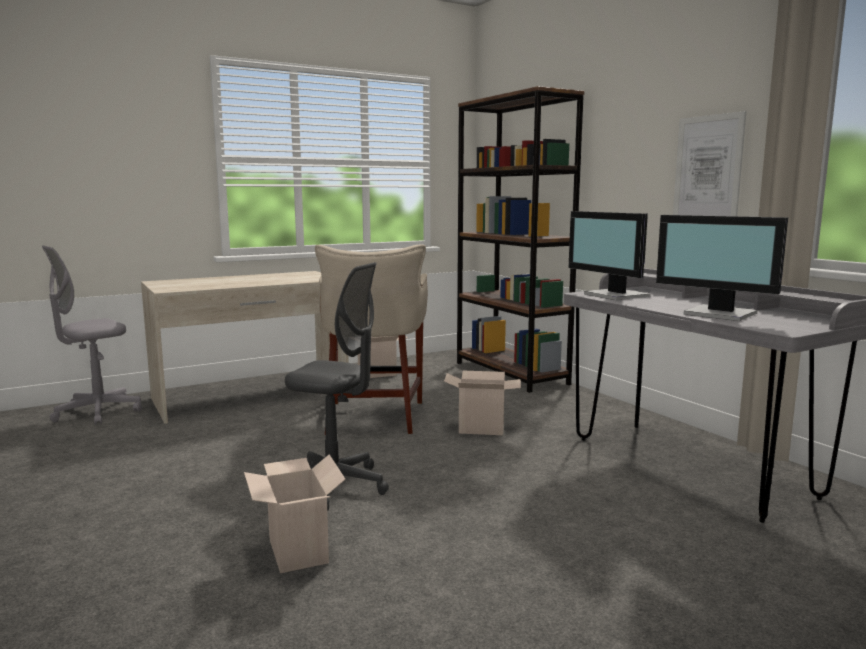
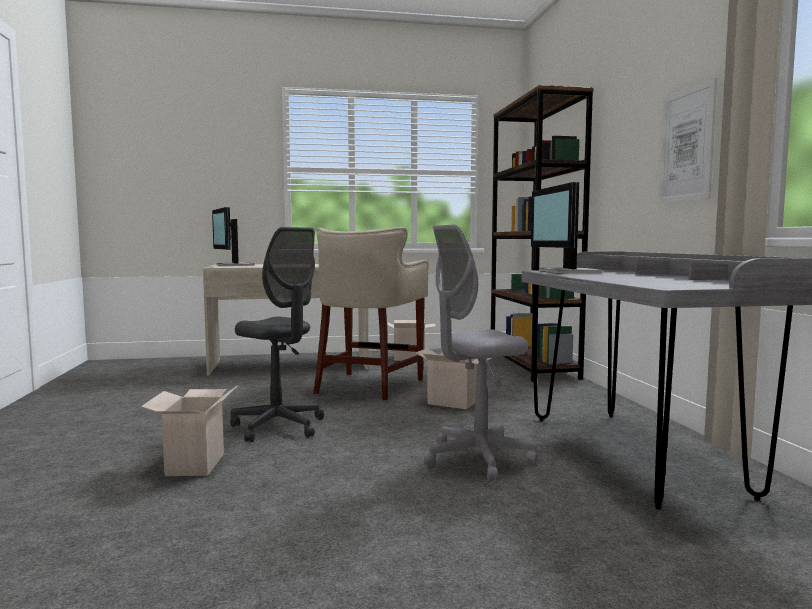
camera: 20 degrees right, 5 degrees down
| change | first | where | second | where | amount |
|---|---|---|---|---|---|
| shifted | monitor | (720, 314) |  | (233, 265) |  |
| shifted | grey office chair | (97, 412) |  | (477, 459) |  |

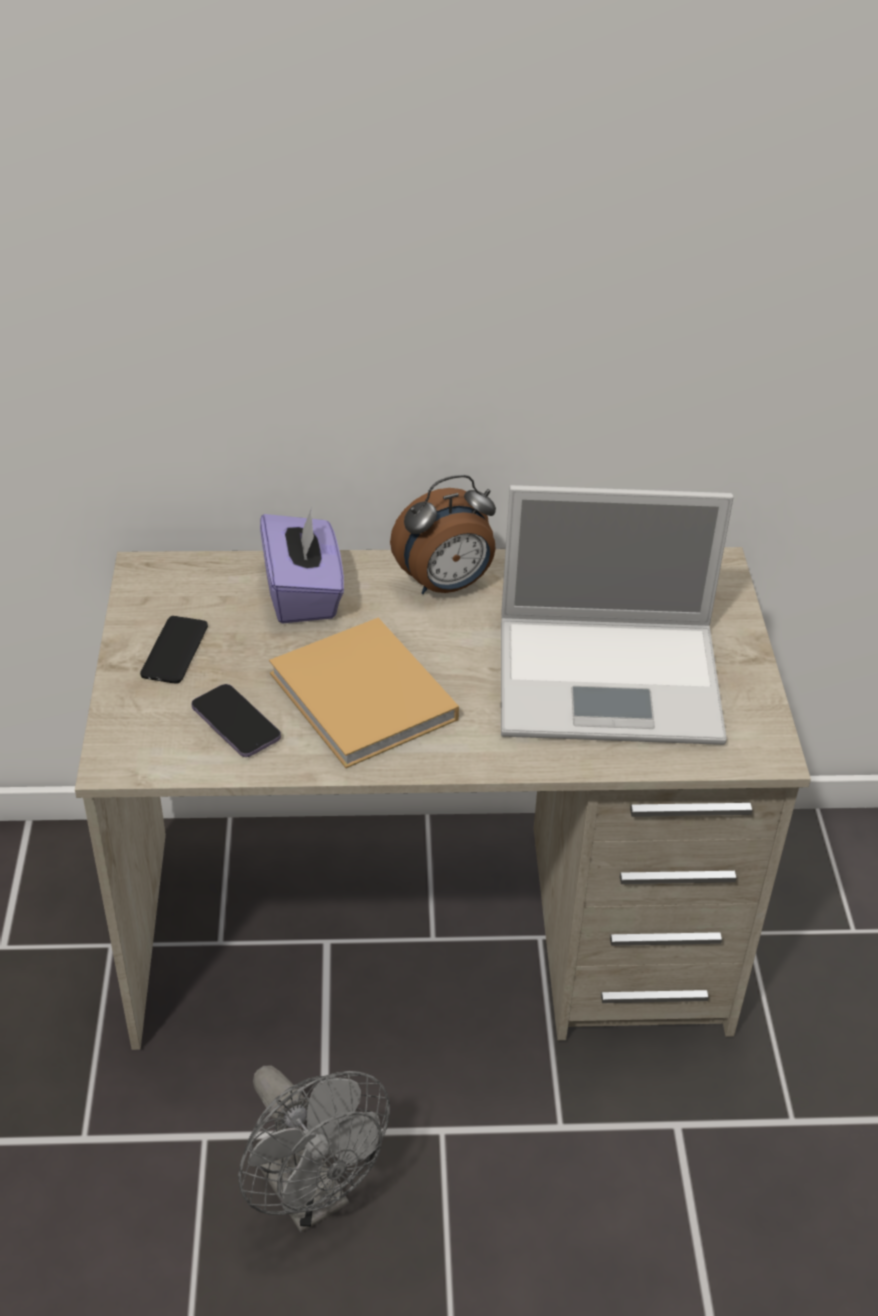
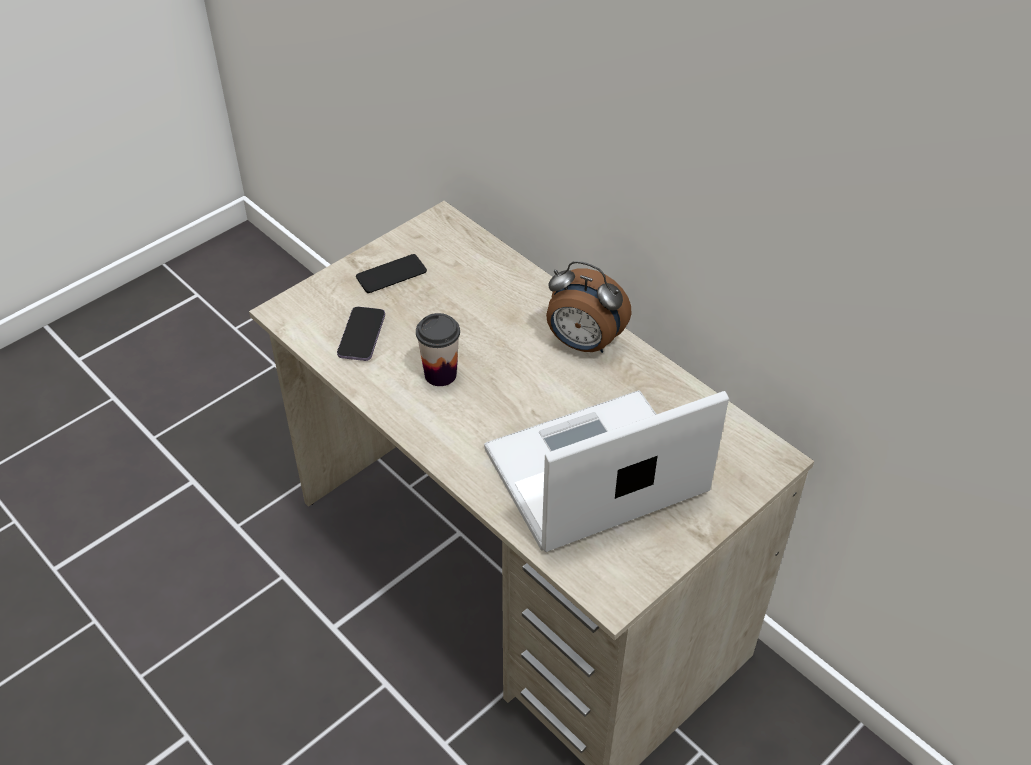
camera: 50 degrees right, 5 degrees up
| change | first | where | second | where | amount |
|---|---|---|---|---|---|
| rotated | notebook computer | (613, 679) |  | (591, 474) | 105 degrees clockwise |
| gone | purple-coloured tissue box | (303, 593) |  |  |  |
| swapped | beige book | (365, 700) | drinking cup | (440, 374) |  |
| gone | grey fan | (311, 1195) |  |  |  |

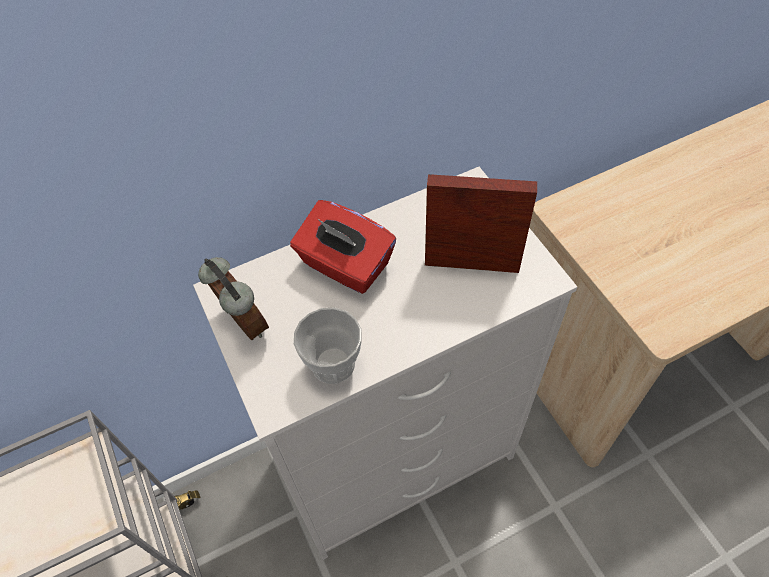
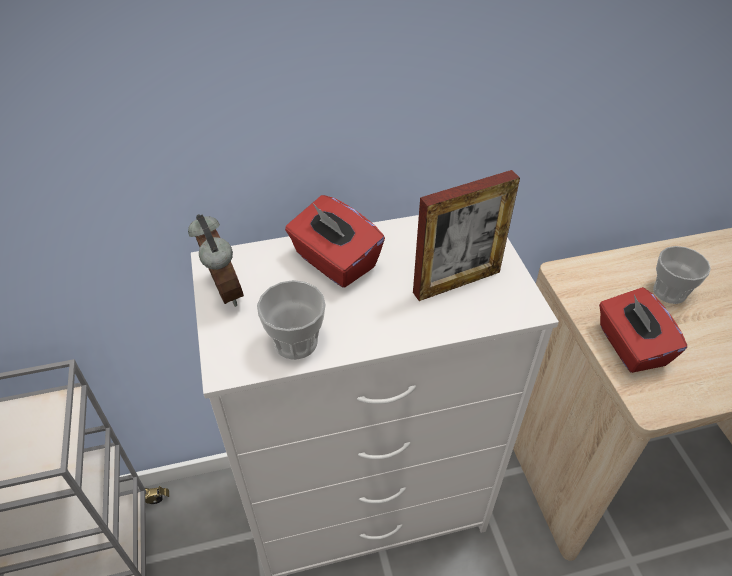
camera: 10 degrees right, 10 degrees down
| change | first | where | second | where | amount |
|---|---|---|---|---|---|
| rotated | picture frame | (471, 264) |  | (456, 282) | 135 degrees clockwise |
| new |  |  | drinking cup | (669, 292) |  |
| new |  |  | red tissue box | (630, 346) |  |

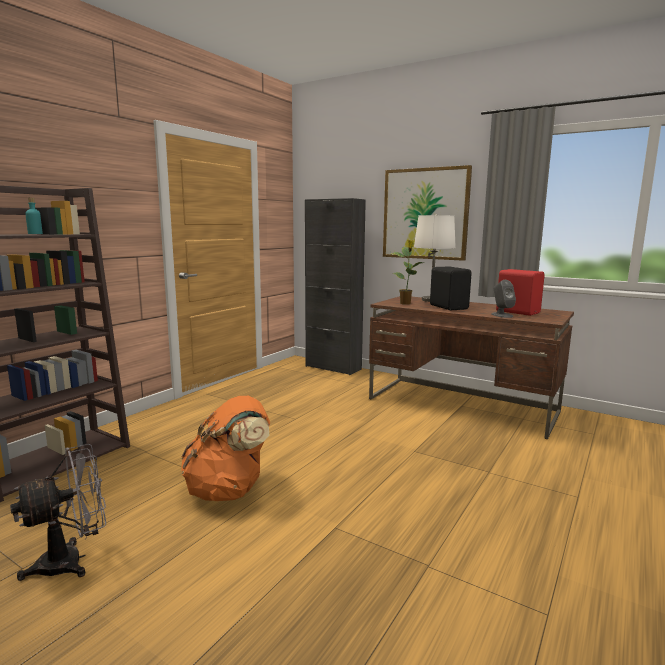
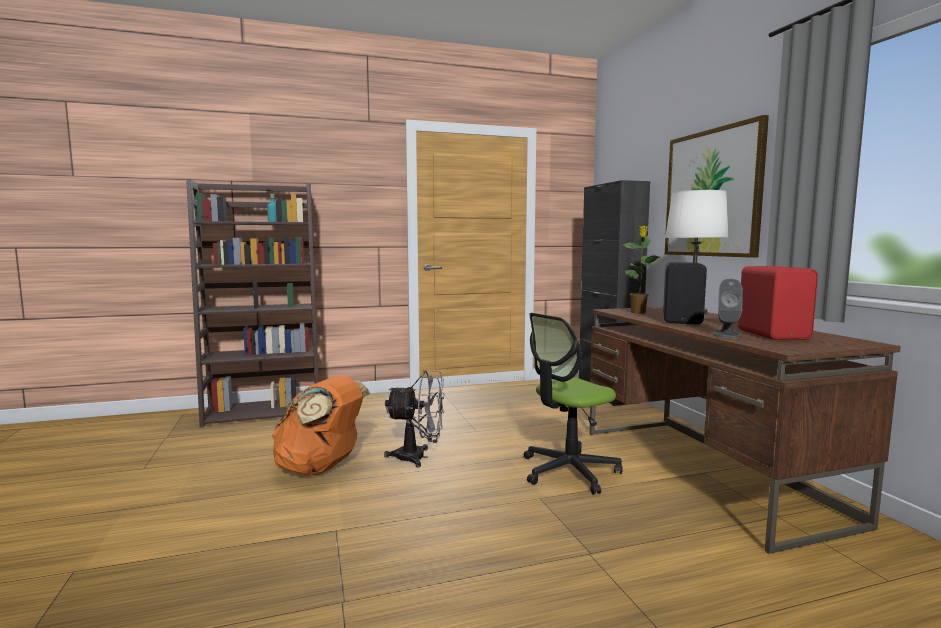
camera: 40 degrees right, 5 degrees down
| change | first | where | second | where | amount |
|---|---|---|---|---|---|
| shifted | grey fan | (72, 560) |  | (418, 457) |  |
| new |  |  | office chair | (569, 471) |  |

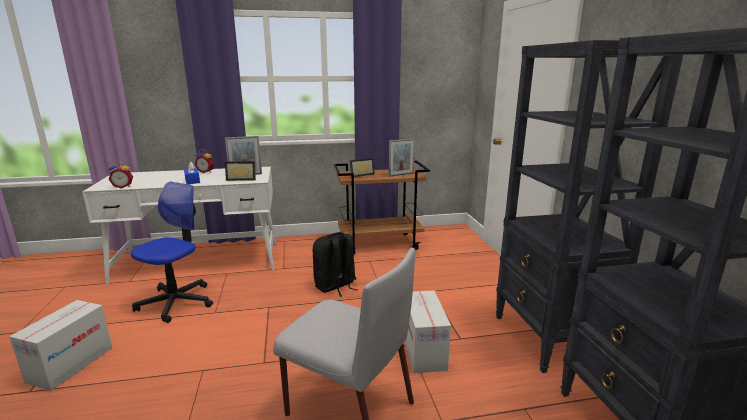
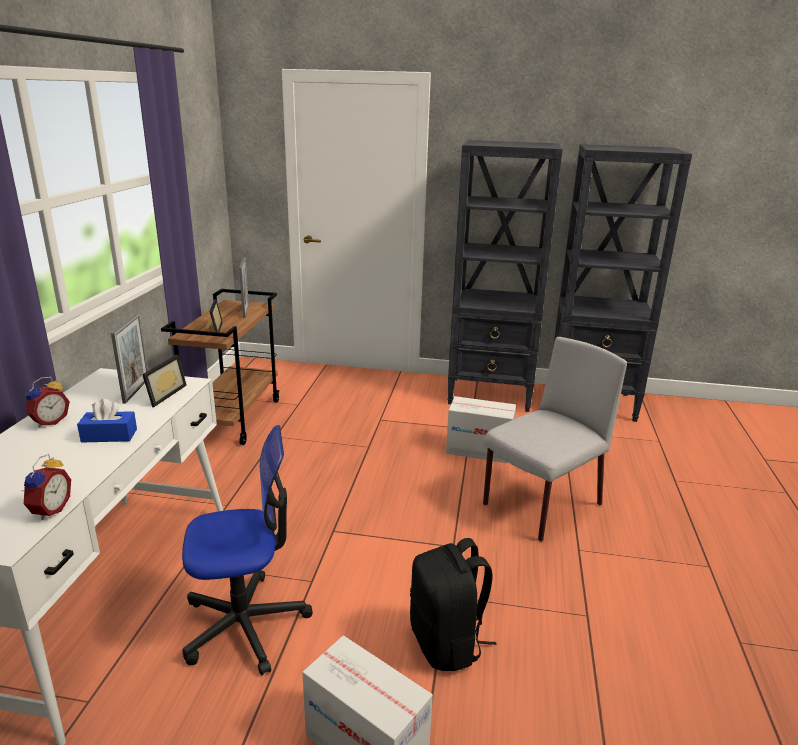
camera: 70 degrees left, 5 degrees up
| change | first | where | second | where | amount |
|---|---|---|---|---|---|
| rotated | office chair | (176, 302) |  | (245, 624) | 120 degrees clockwise |
| shifted | black knapsack | (335, 286) |  | (447, 643) |  |

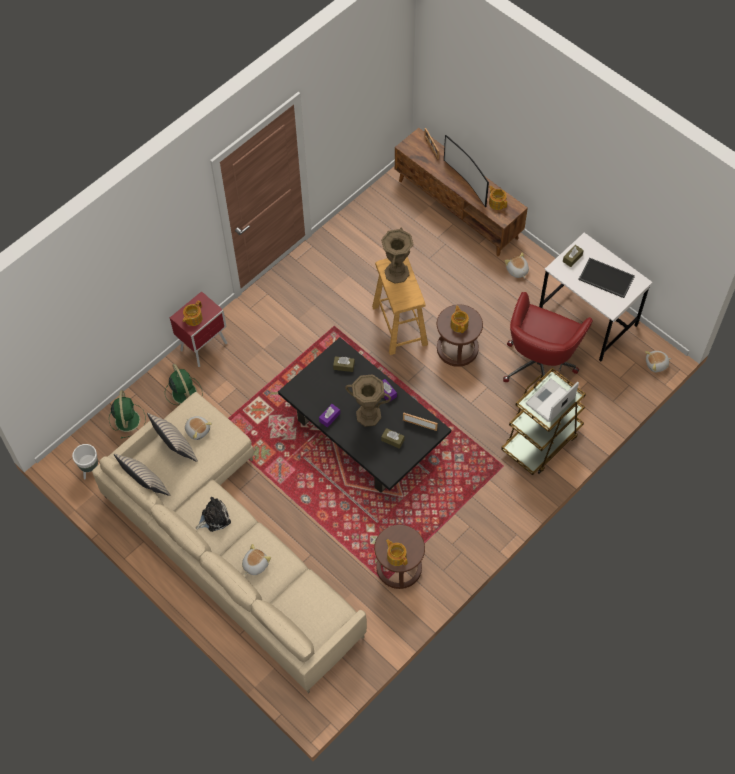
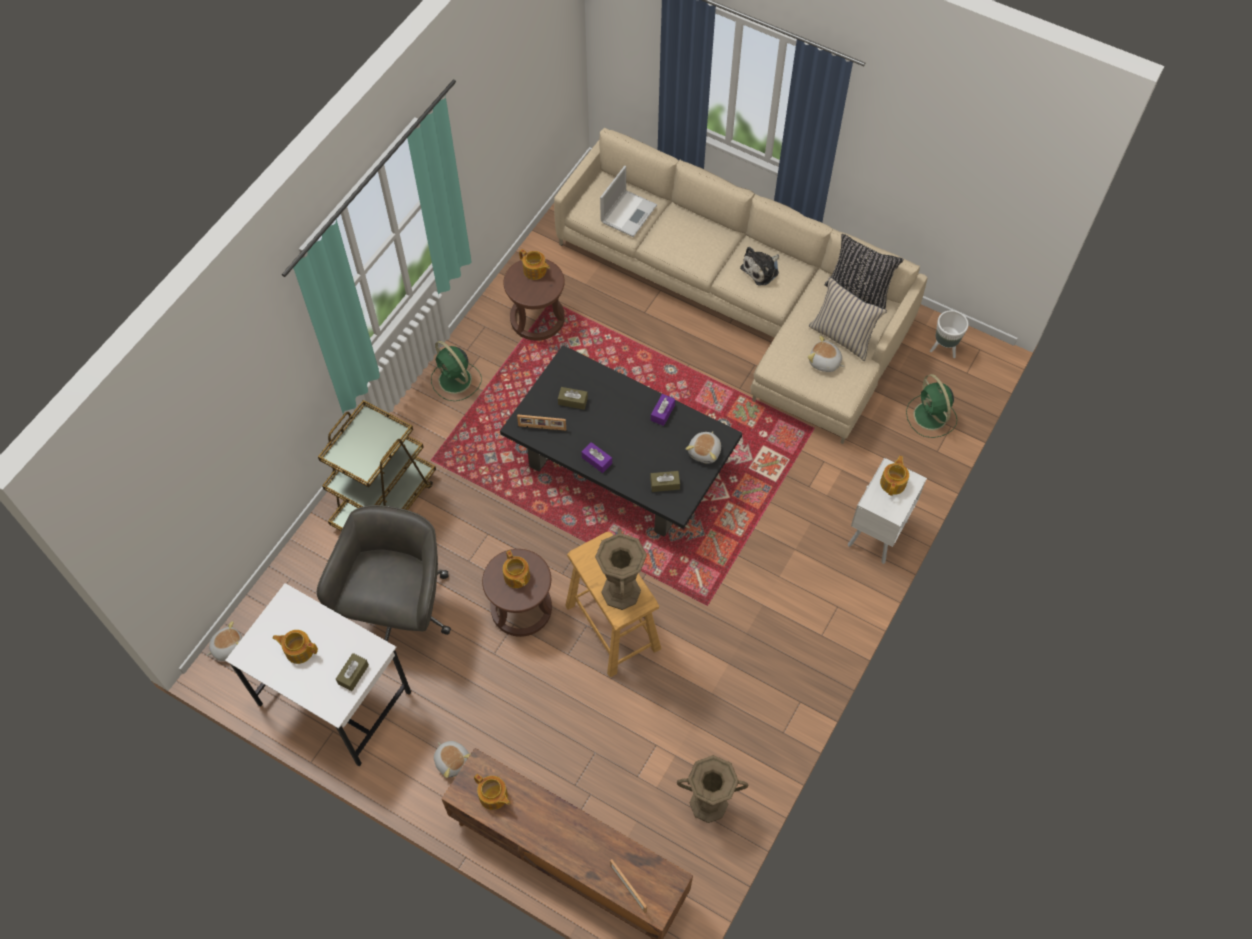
camera: 165 degrees right, 0 degrees up
| change | first | where | second | where | amount |
|---|---|---|---|---|---|
| gone | television | (467, 182) |  |  |  |
| swapped | tray | (605, 278) | tea pot | (298, 650) |  |
| repainted | red bedside table | (205, 347) | white bedside table | (875, 534) |  |
| repainted | red office chair | (539, 364) | grey office chair | (399, 611) |  |
| shifted | green-coloured fan | (183, 392) |  | (456, 381) |  |
| shifted | brownish flower vase | (368, 415) |  | (708, 804) |  |
| shifted | notebook computer | (549, 401) |  | (629, 213) |  |
| repainted | beige throw pillow | (146, 485) | black throw pillow | (858, 291) |  |
| shifted | cuddly toy | (255, 564) |  | (705, 451) |  |

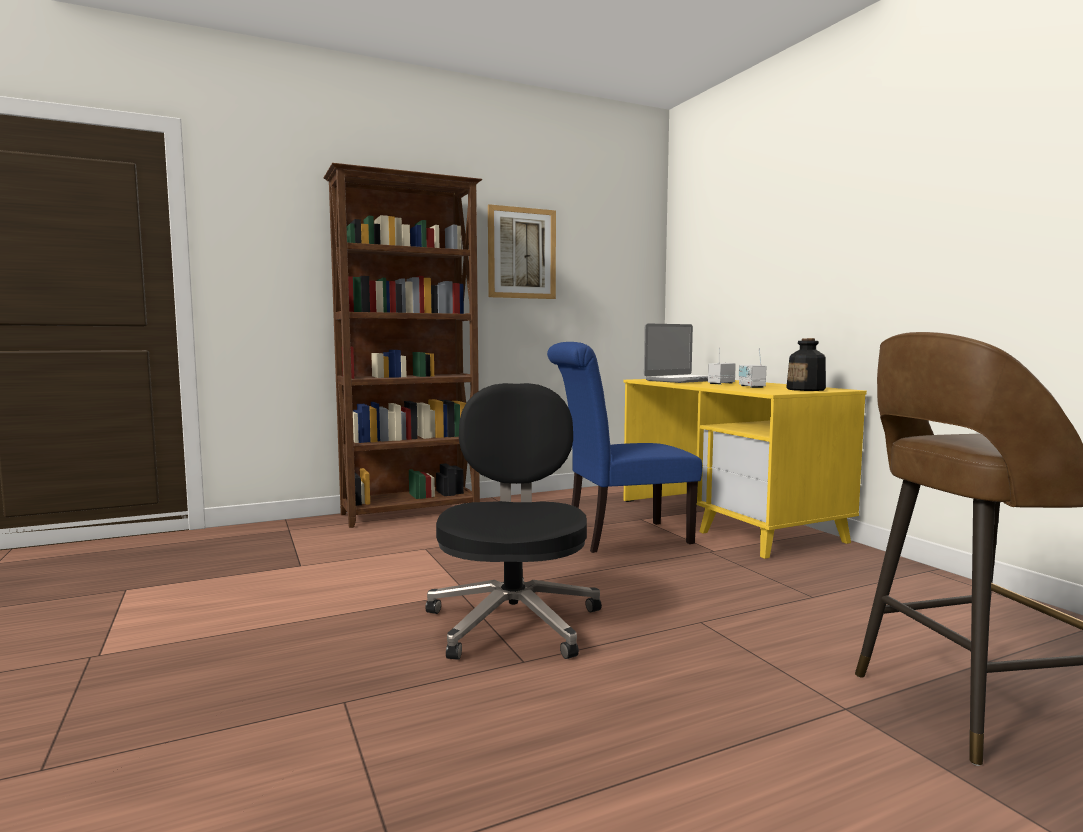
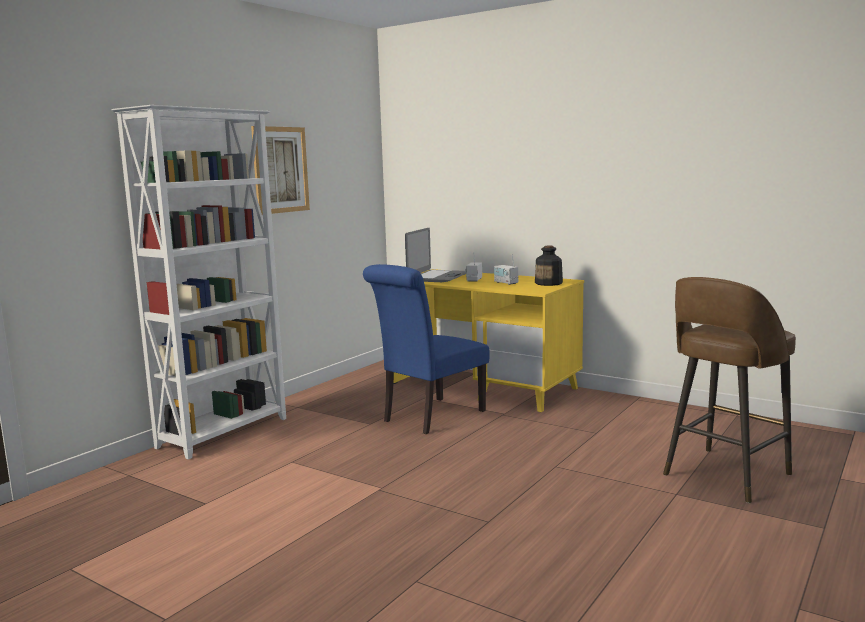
camera: 30 degrees left, 5 degrees up
| change | first | where | second | where | amount |
|---|---|---|---|---|---|
| repainted | brownish shelving unit | (412, 513) | white shelving unit | (225, 433) |  |
| gone | black office chair | (513, 621) |  |  |  |

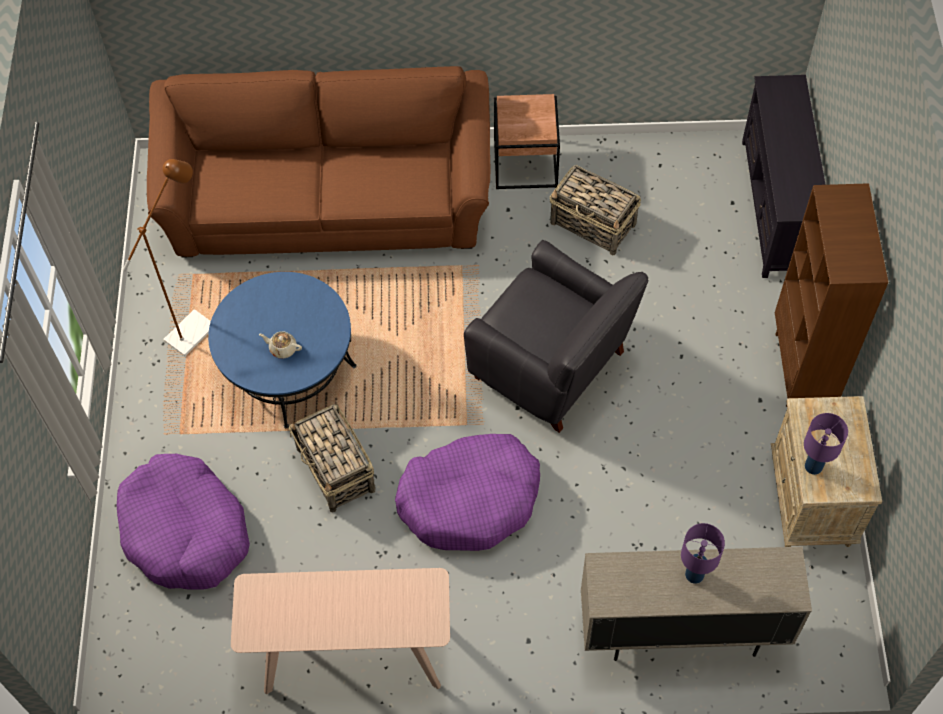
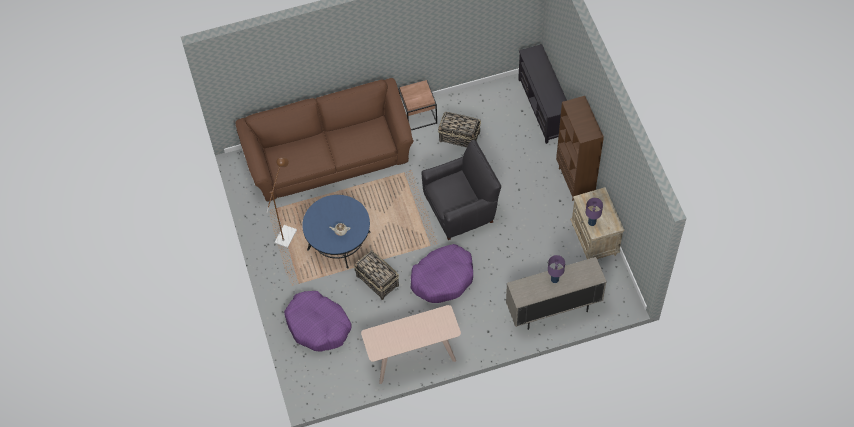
camera: 15 degrees left, 0 degrees up
| change | first | where | second | where | amount |
|---|---|---|---|---|---|
| rotated | black lounge chair | (551, 367) |  | (461, 209) | 45 degrees counterclockwise |

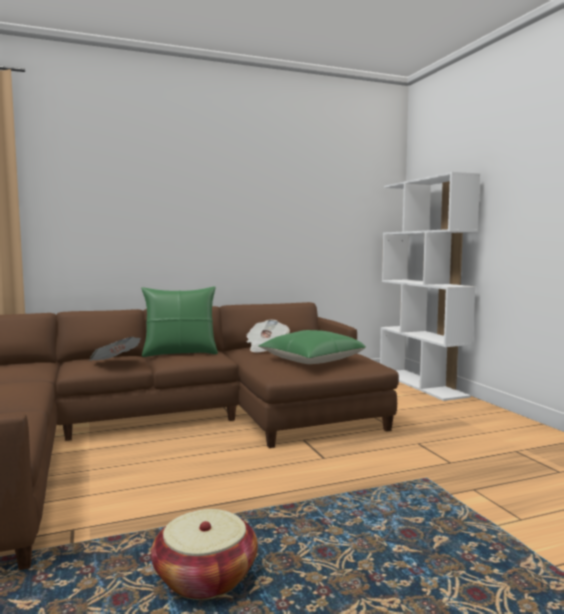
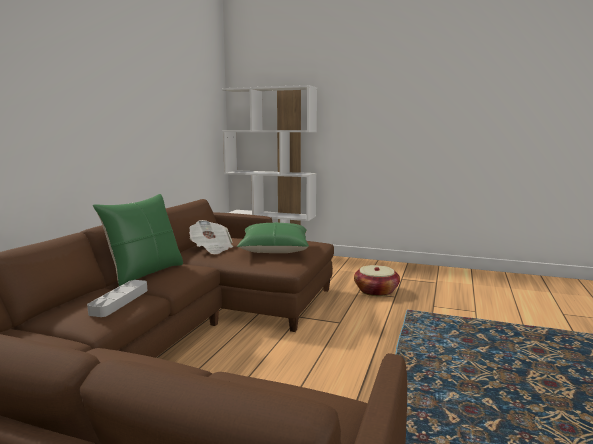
camera: 50 degrees left, 5 degrees up
| change | first | where | second | where | amount |
|---|---|---|---|---|---|
| swapped | printed paper | (115, 363) | grey tray | (119, 301) |  |
| shifted | basket | (205, 577) |  | (376, 291) |  |

